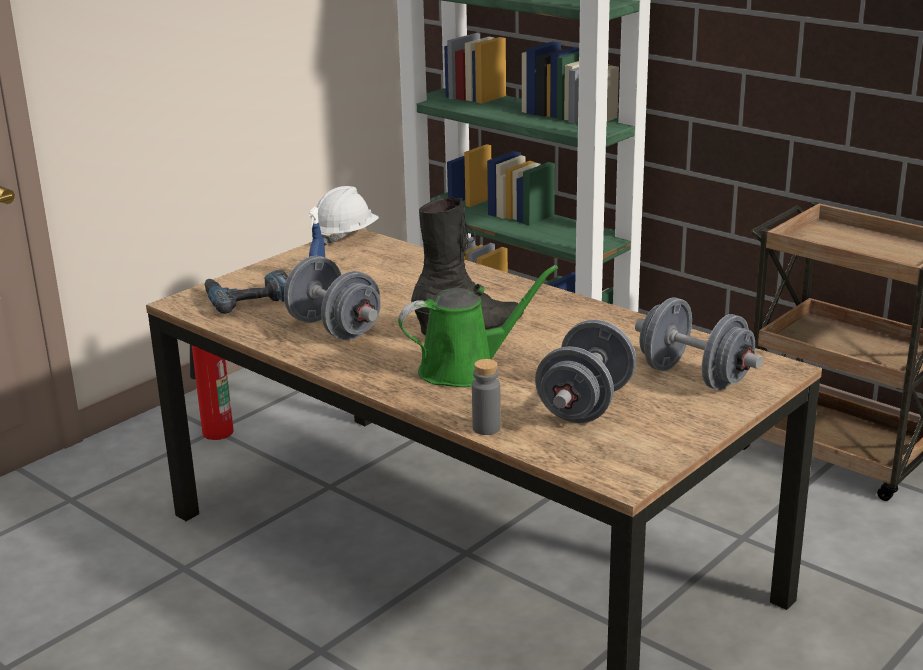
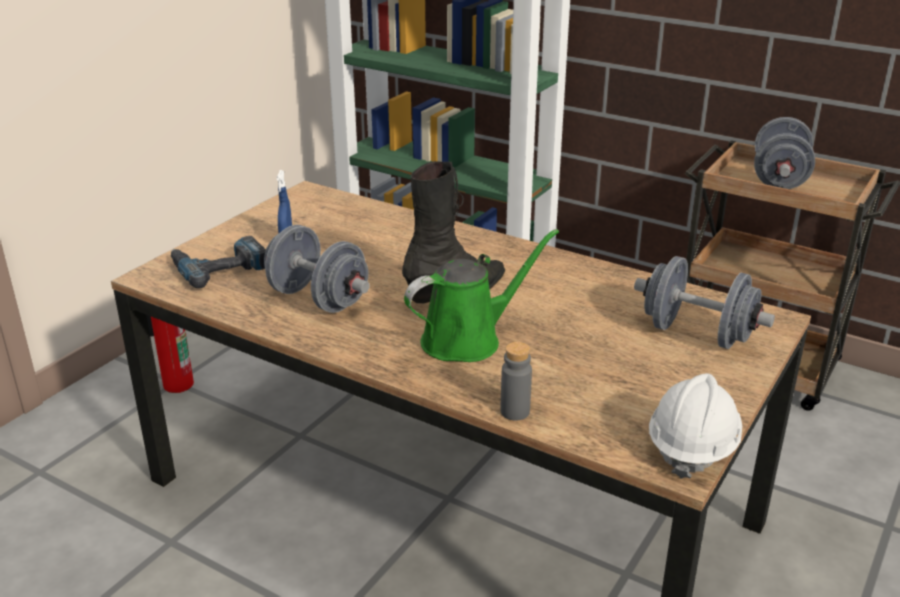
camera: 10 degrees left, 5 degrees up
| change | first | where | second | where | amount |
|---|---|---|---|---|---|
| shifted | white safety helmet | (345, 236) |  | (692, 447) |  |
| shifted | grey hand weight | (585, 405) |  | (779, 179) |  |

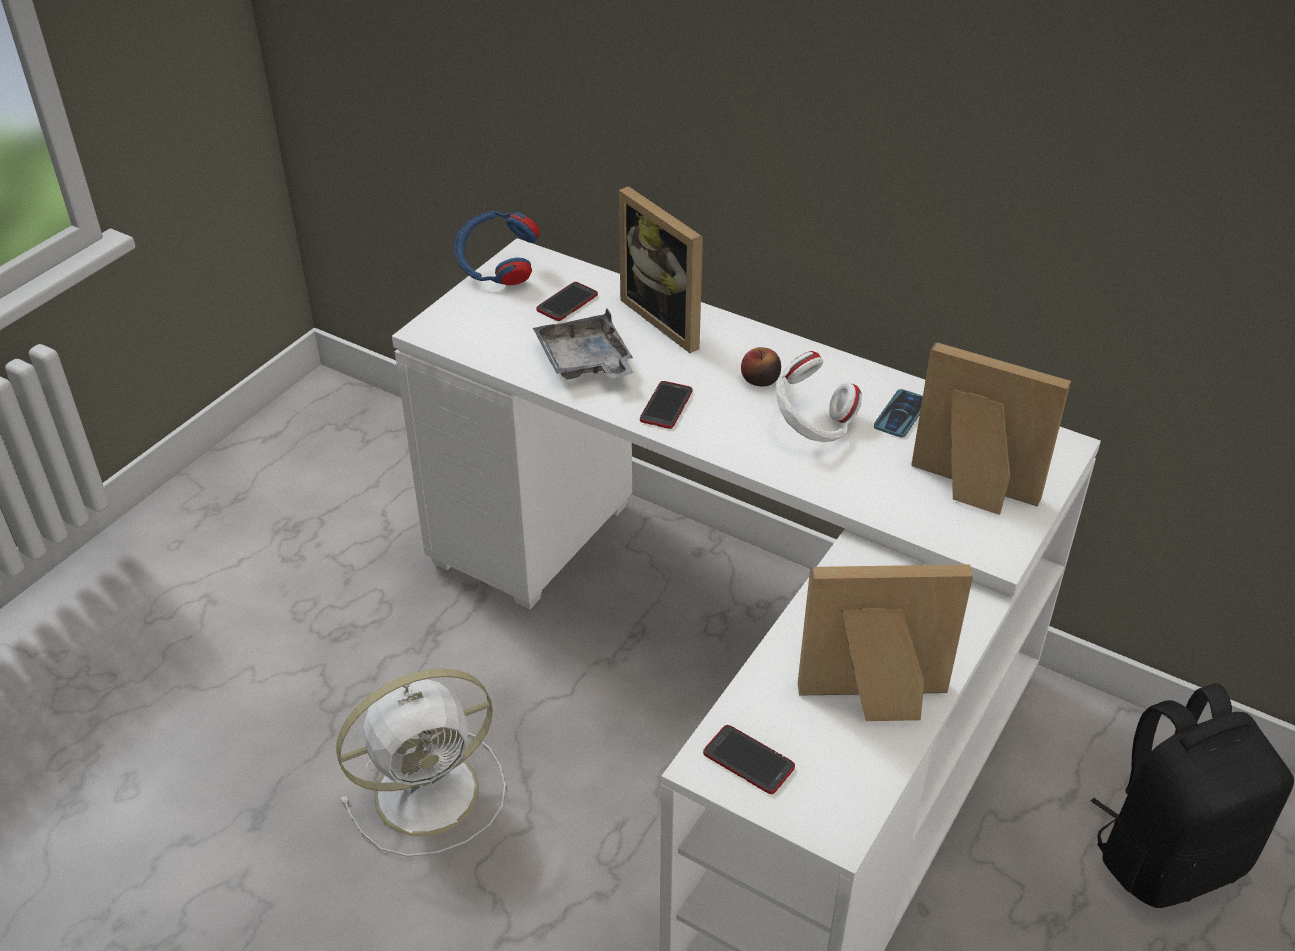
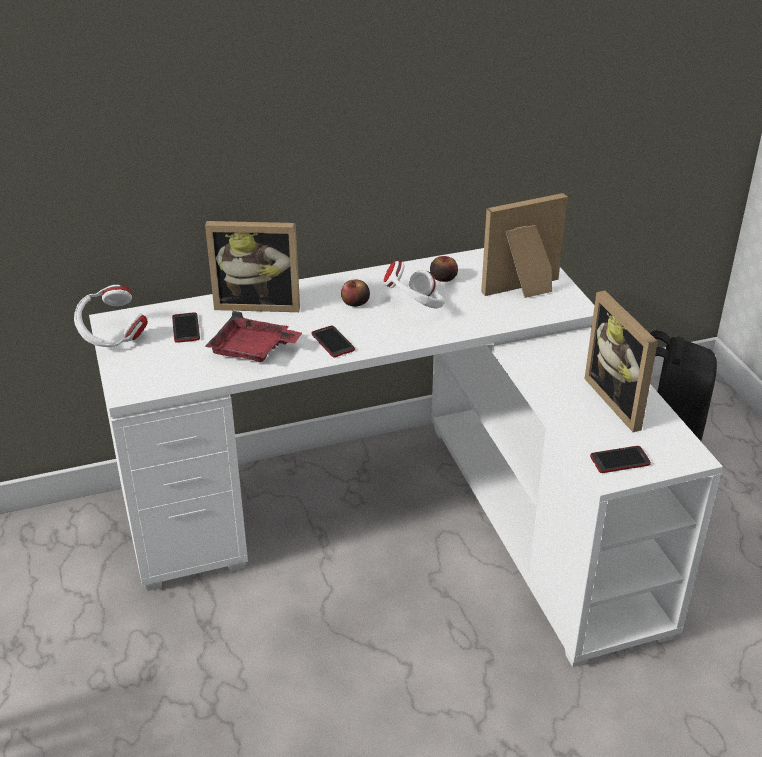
camera: 50 degrees left, 5 degrees down
| change | first | where | second | where | amount |
|---|---|---|---|---|---|
| repainted | blue-coloured pair of headphones | (497, 272) | white pair of headphones | (112, 338) |  |
| repainted | grey tray | (585, 362) | red tray | (252, 349) |  |
| swapped | handset | (901, 414) | apple | (443, 278) |  |
| rotated | picture frame | (874, 702) |  | (621, 401) | 60 degrees counterclockwise |
| gone | white fan | (431, 790) |  |  |  |

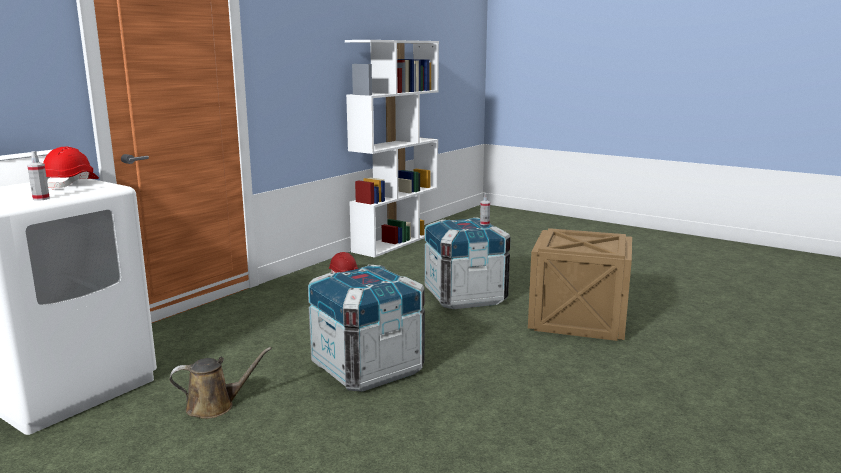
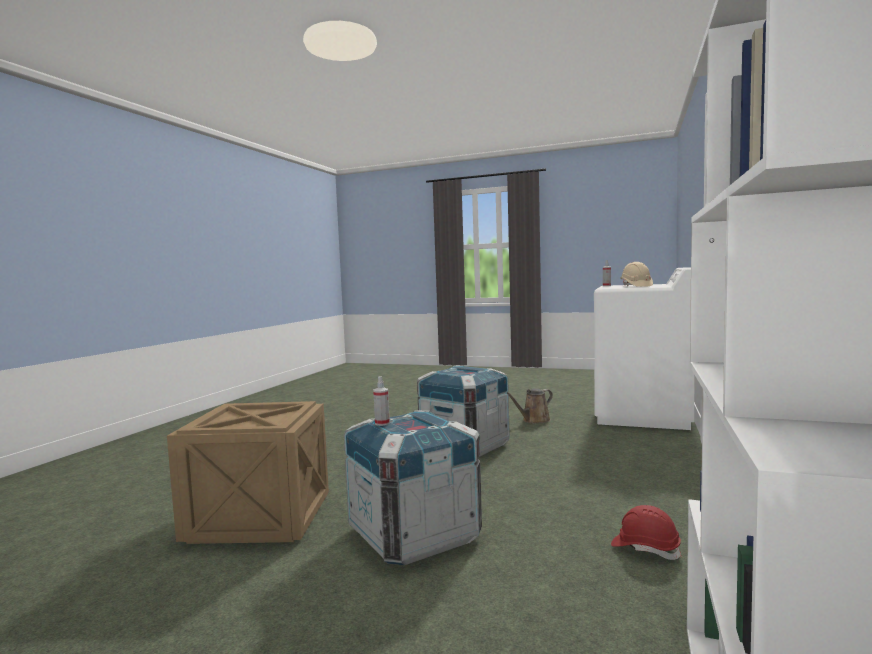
camera: 165 degrees right, 10 degrees down
| change | first | where | second | where | amount |
|---|---|---|---|---|---|
| repainted | red safety helmet | (71, 184) | beige safety helmet | (636, 286) |  |

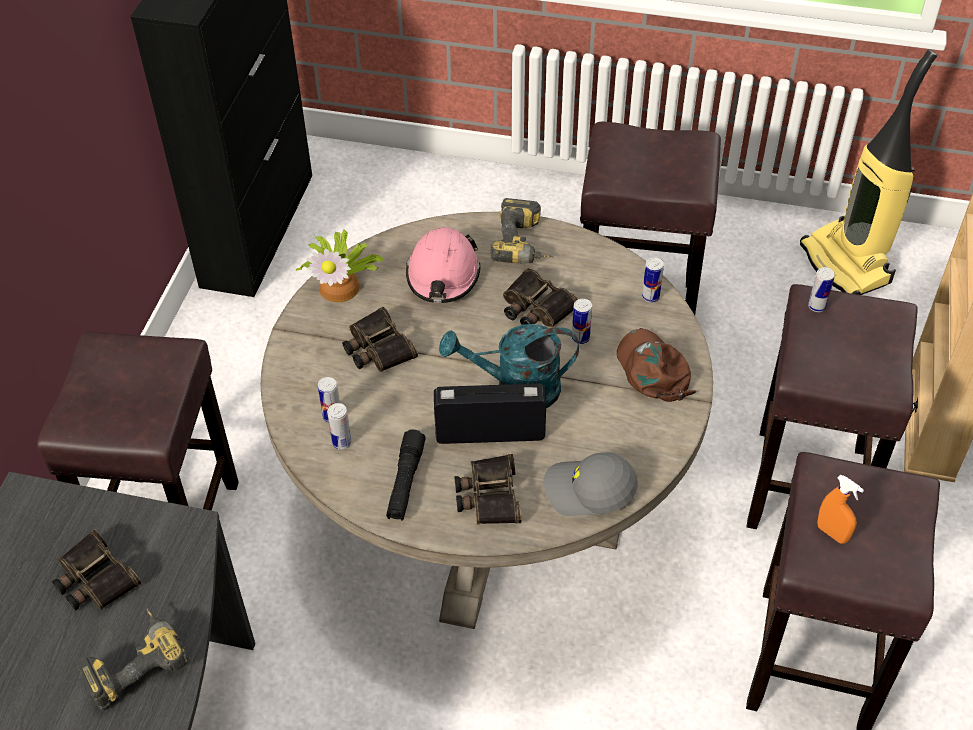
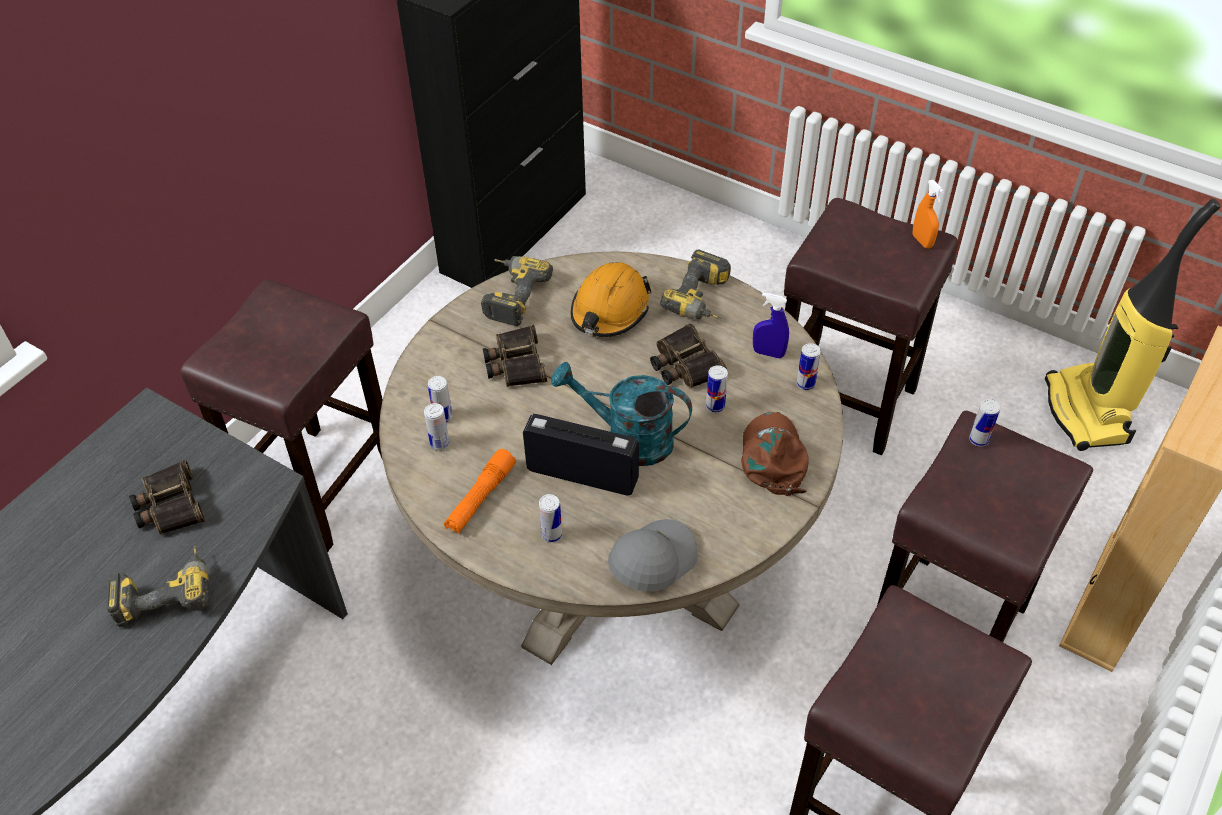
camera: 20 degrees right, 0 degrees up
| change | first | where | second | where | amount |
|---|---|---|---|---|---|
| repainted | pink-coloured safety helmet | (443, 276) | orange-coloured safety helmet | (610, 310) |  |
| swapped | potted plant | (341, 285) | power drill | (510, 295) |  |
| repainted | black flashlight | (405, 482) | orange-coloured flashlight | (480, 498) |  |
| rotated | grey baseball cap | (589, 491) |  | (651, 560) | 105 degrees clockwise |
| swapped | binoculars | (488, 496) | can | (552, 535) |  |
| shifted | orange-coloured sprayer | (832, 533) |  | (922, 241) |  |
| new |  |  | blue-coloured sprayer | (768, 353) |  |

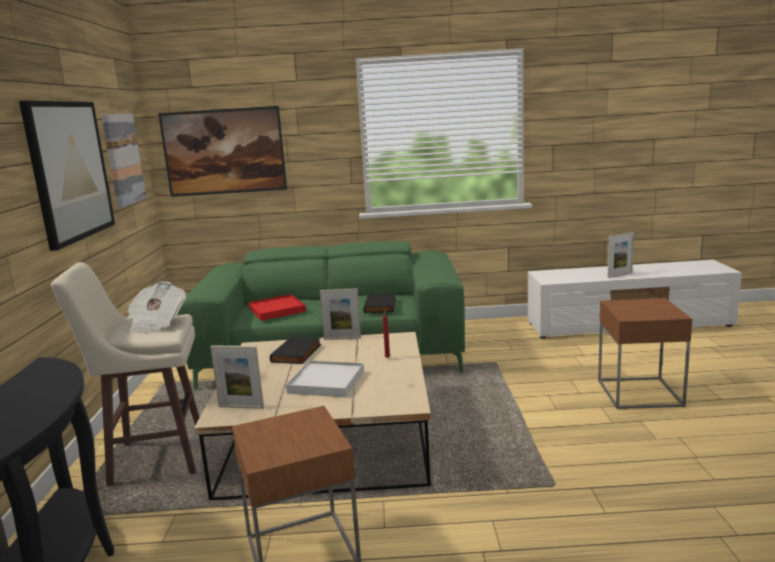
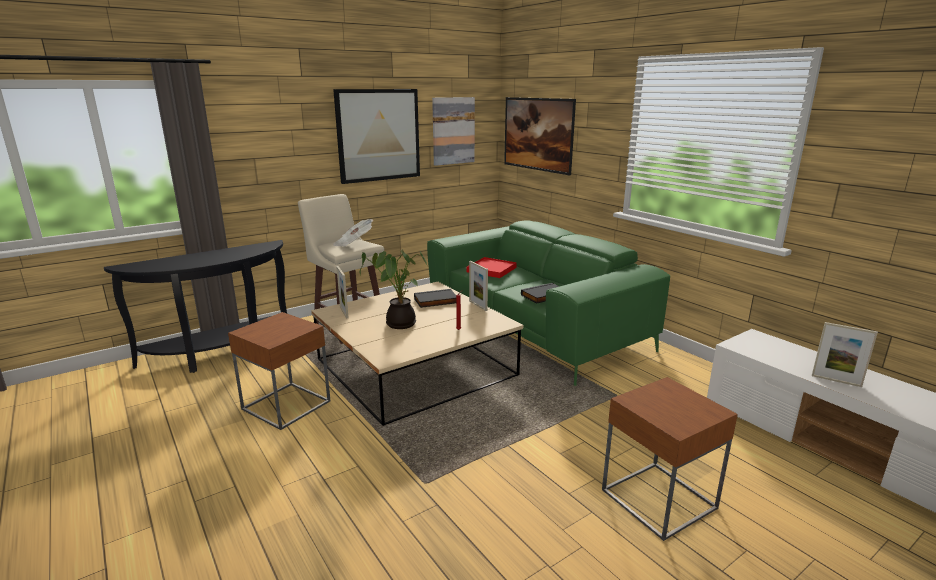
camera: 55 degrees right, 5 degrees up
| change | first | where | second | where | amount |
|---|---|---|---|---|---|
| swapped | white tray | (326, 382) | potted plant | (398, 323) |  |

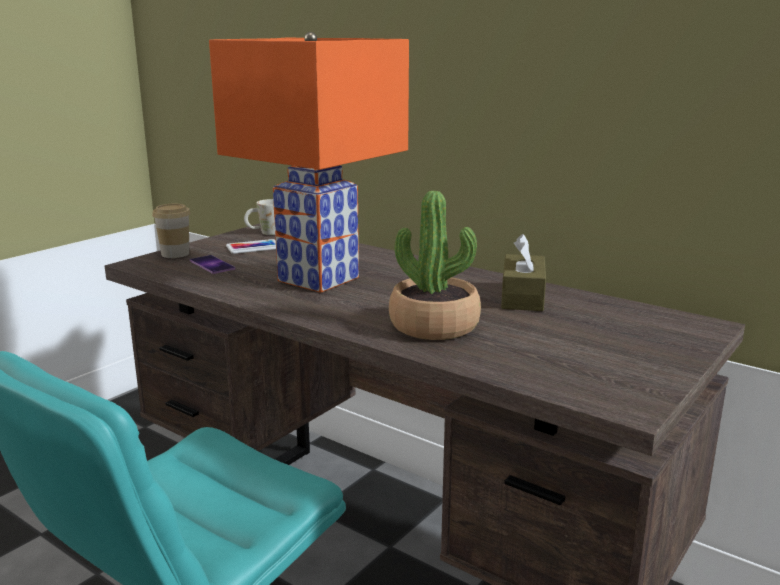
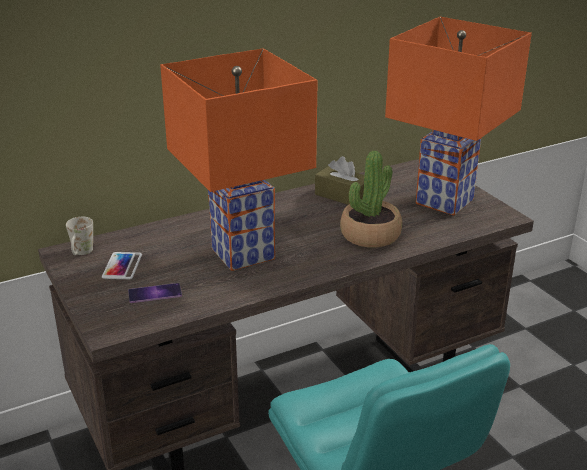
camera: 65 degrees left, 10 degrees up
| change | first | where | second | where | amount |
|---|---|---|---|---|---|
| gone | drinking cup | (175, 254) |  |  |  |
| new |  |  | orange-coloured lamp for a table | (442, 202) |  |

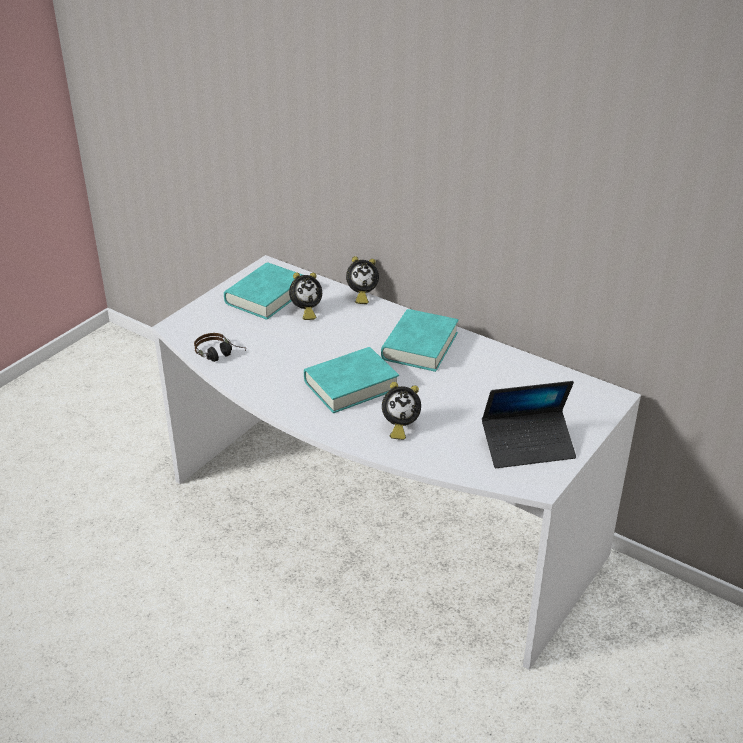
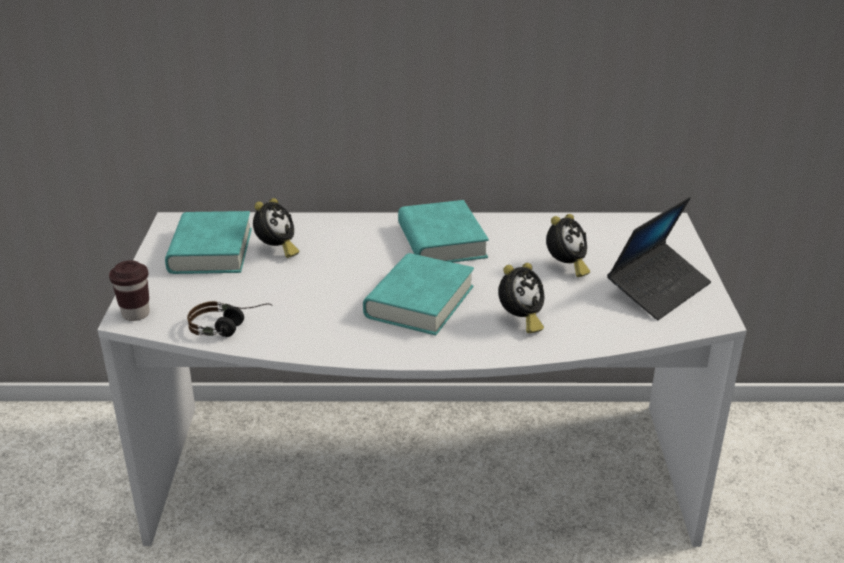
camera: 35 degrees left, 5 degrees down
| change | first | where | second | where | amount |
|---|---|---|---|---|---|
| shifted | alarm clock | (361, 295) |  | (566, 267) |  |
| new |  |  | brownish drinking cup | (136, 314) |  |

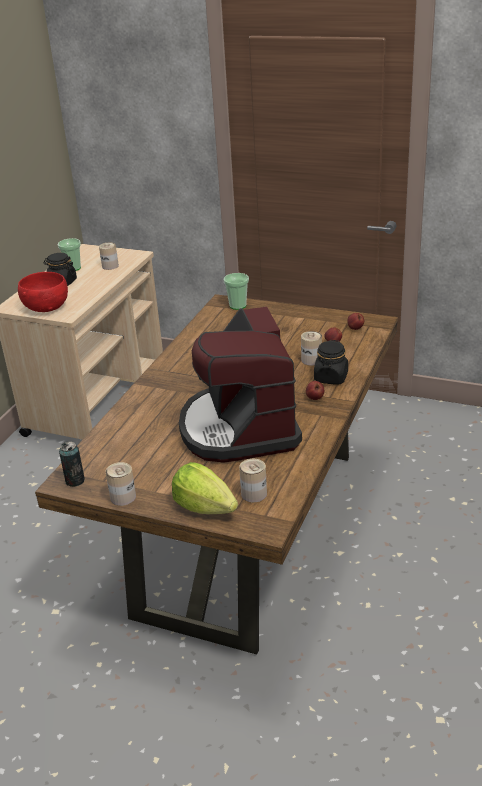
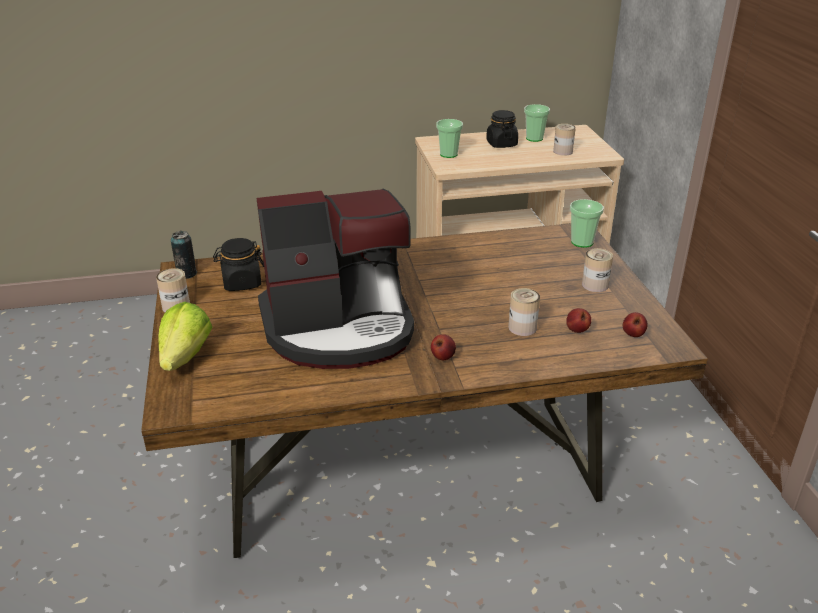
camera: 55 degrees right, 0 degrees up
| change | first | where | second | where | amount |
|---|---|---|---|---|---|
| swapped | red bowl | (46, 307) | drinking cup | (448, 154) |  |
| rotated | coffee brewer | (239, 428) |  | (339, 328) | 150 degrees counterclockwise |
| shifted | black preserve jar | (331, 378) |  | (241, 283) |  |
| shifted | can | (254, 494) |  | (595, 285) |  |

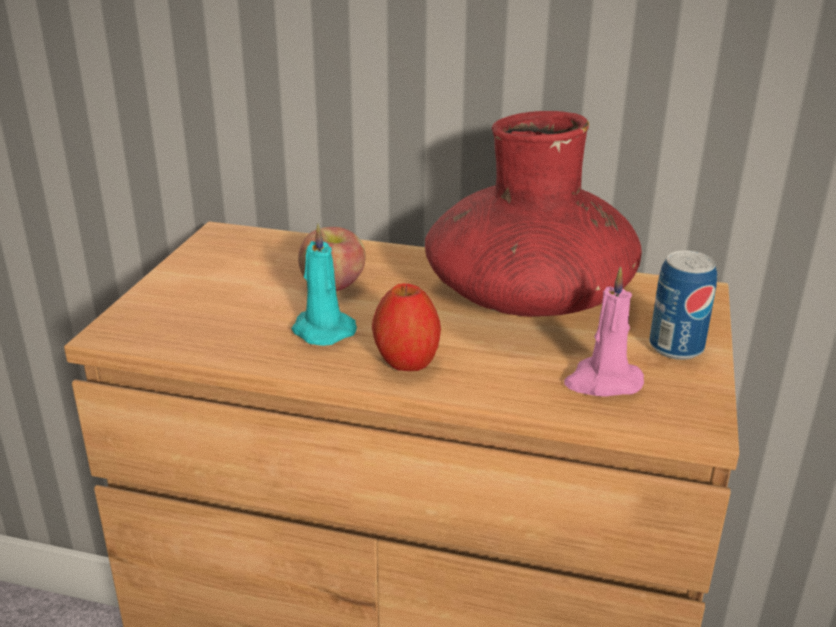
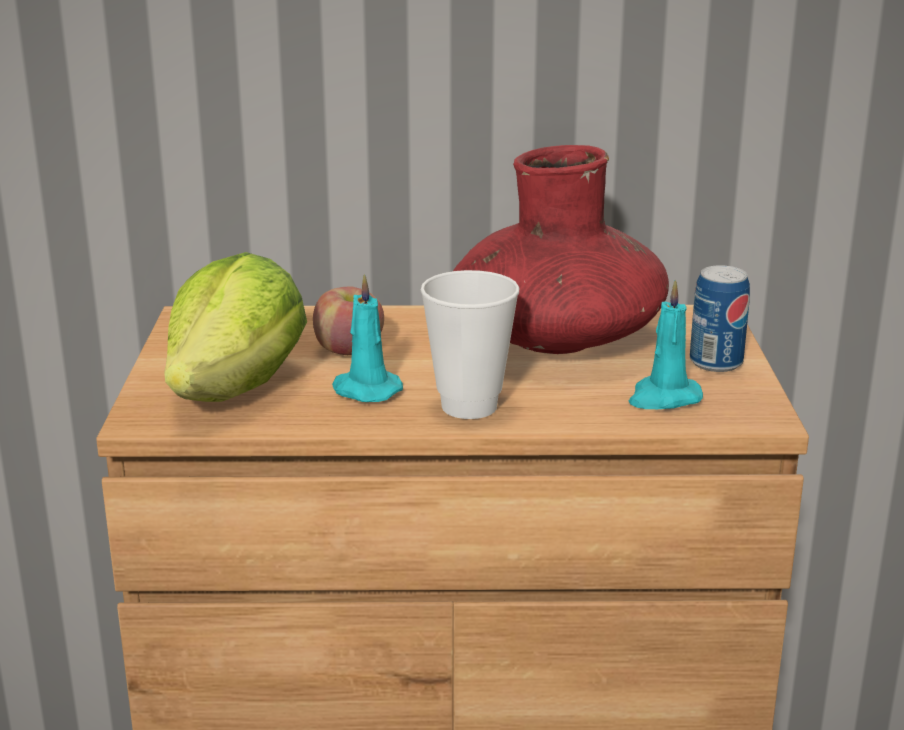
camera: 15 degrees left, 5 degrees down
| change | first | where | second | where | amount |
|---|---|---|---|---|---|
| repainted | pink-coloured wax candle | (602, 382) | turquoise wax candle | (663, 398) |  |
| swapped | apple | (406, 362) | drinking cup | (469, 406) |  |
| new |  |  | lettuce head | (237, 389) |  |

